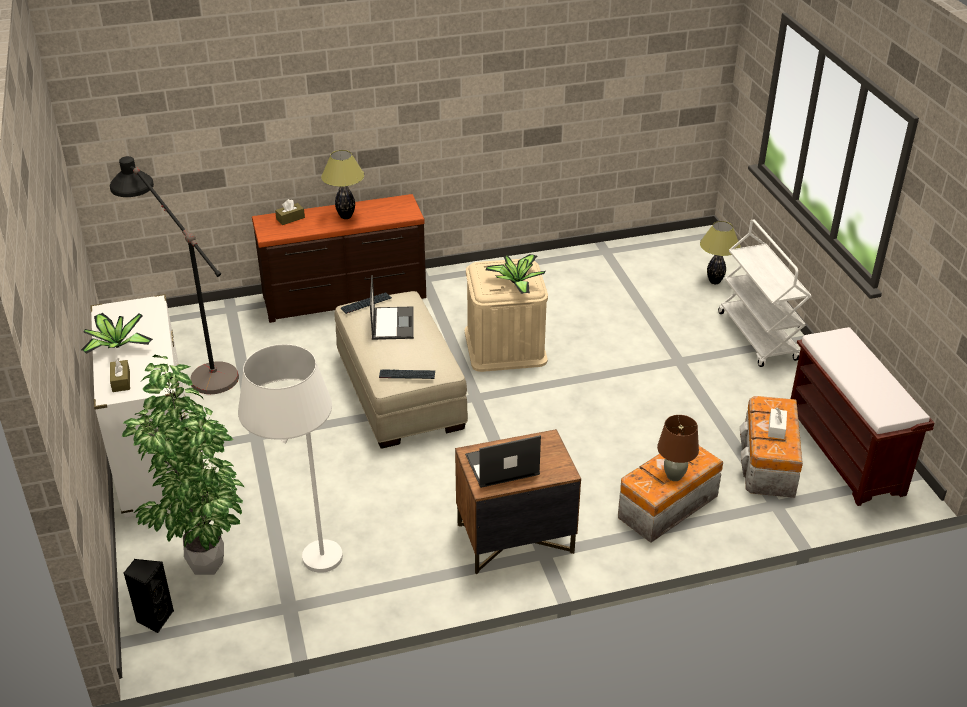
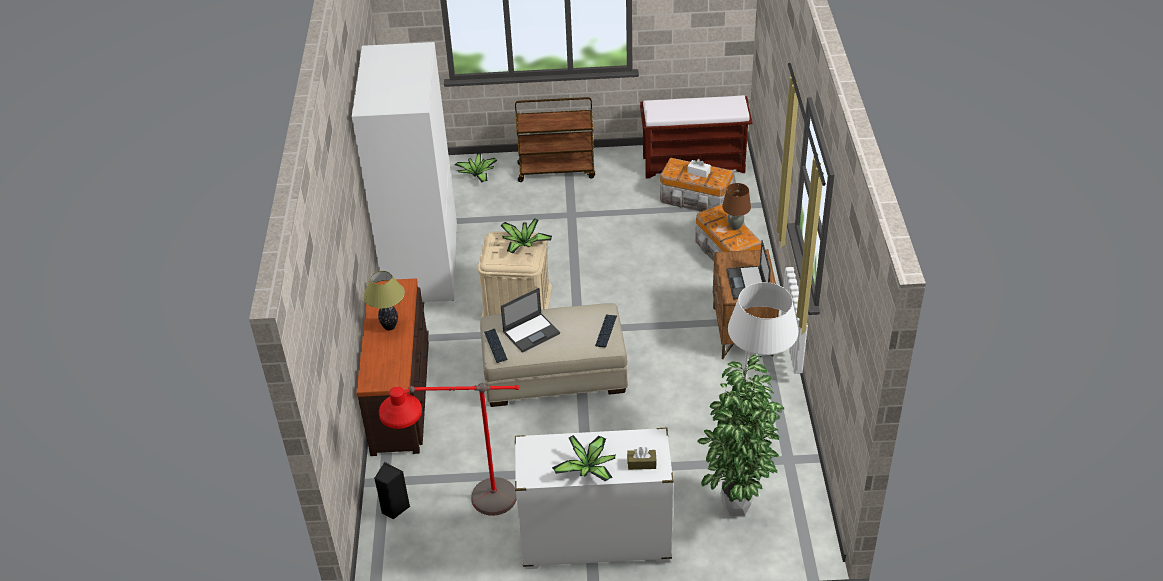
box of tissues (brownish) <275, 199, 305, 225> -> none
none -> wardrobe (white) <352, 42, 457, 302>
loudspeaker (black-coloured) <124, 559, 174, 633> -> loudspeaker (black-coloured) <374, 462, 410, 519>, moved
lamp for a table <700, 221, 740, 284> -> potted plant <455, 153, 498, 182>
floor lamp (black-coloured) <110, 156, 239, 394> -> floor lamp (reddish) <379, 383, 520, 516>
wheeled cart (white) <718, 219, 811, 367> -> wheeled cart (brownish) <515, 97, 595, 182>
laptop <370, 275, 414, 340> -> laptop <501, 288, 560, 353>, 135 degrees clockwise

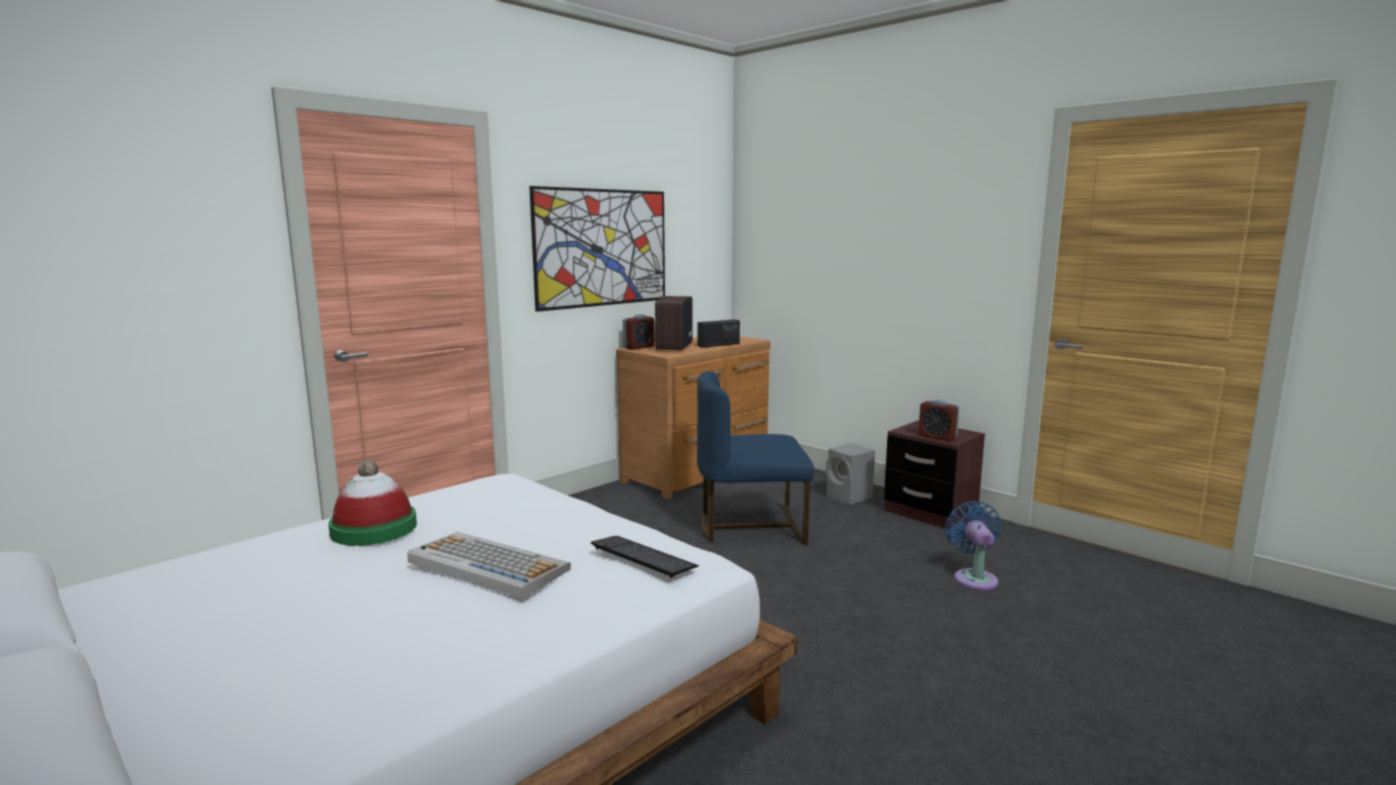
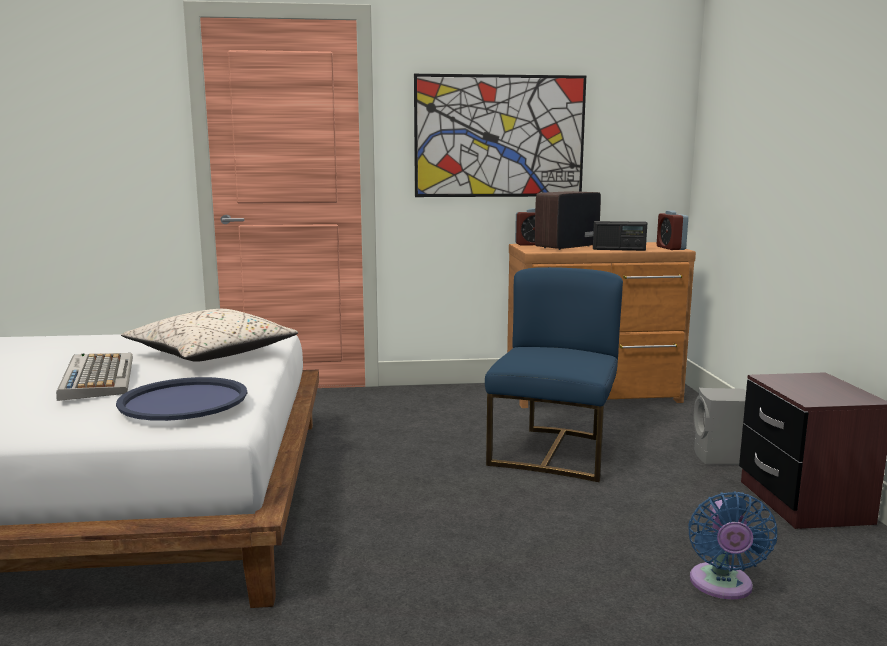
hat <329, 460, 417, 546> -> none
none -> pillow (beige) <121, 309, 298, 362>
alarm clock <918, 400, 960, 441> -> alarm clock <657, 210, 688, 250>, moved
keyboard <591, 536, 699, 578> -> serving tray (blue-coloured) <116, 377, 247, 421>
chair (blue-coloured) <697, 371, 814, 545> -> chair (blue-coloured) <485, 267, 623, 482>, 75 degrees clockwise
fan (blue-coloured) <945, 501, 1002, 590> -> fan (blue-coloured) <688, 492, 777, 600>, 150 degrees clockwise

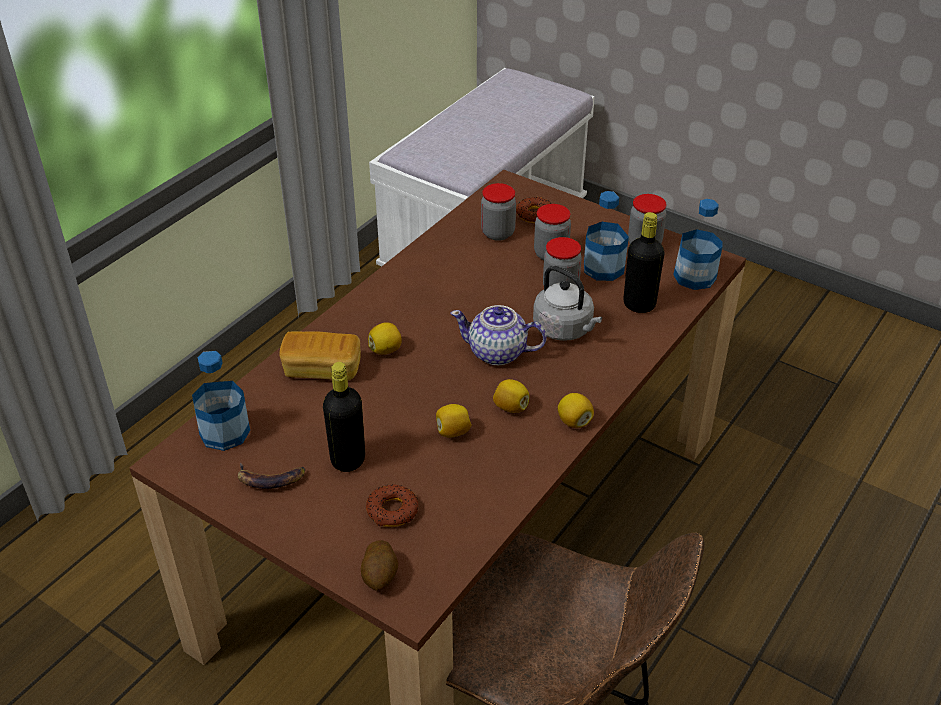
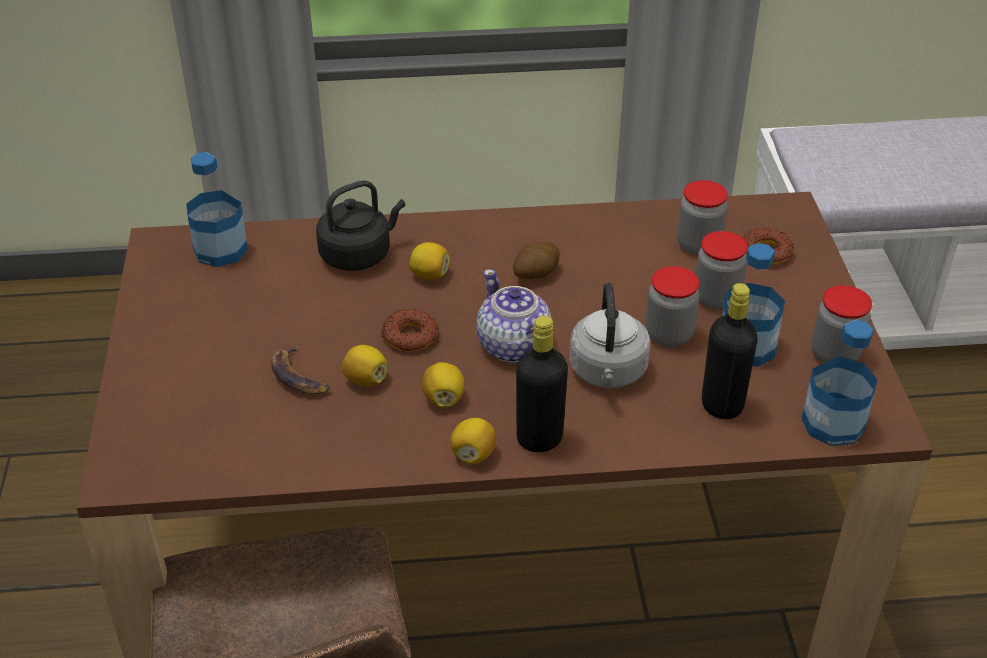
banana fruit <238, 463, 305, 489> -> banana fruit <271, 345, 330, 394>, moved
beverage bottle (black-coloured) <323, 362, 365, 472> -> beverage bottle (black-coloured) <516, 316, 568, 452>, moved
spud <361, 540, 398, 591> -> spud <513, 242, 560, 279>, moved
doughnut <366, 485, 418, 527> -> doughnut <381, 308, 439, 351>, moved
baked bread <279, 331, 361, 380> -> water kettle (black-coloured) <316, 180, 405, 271>

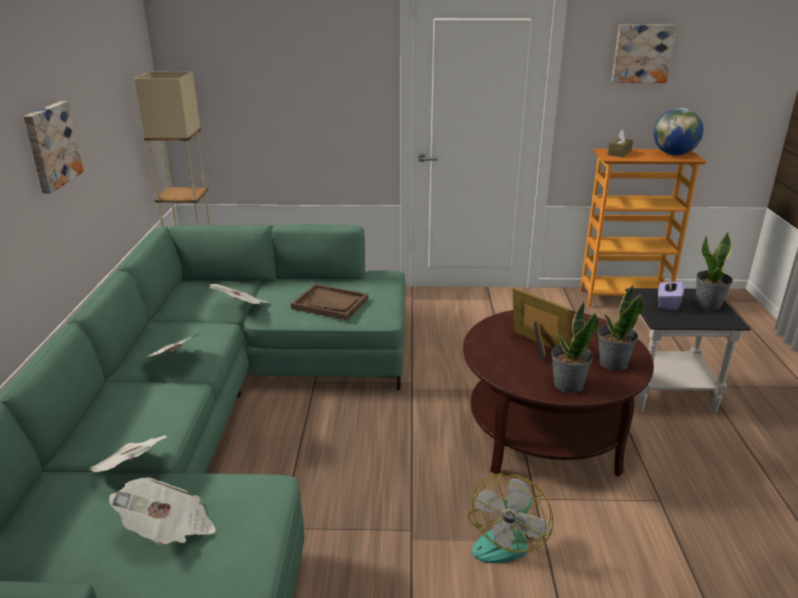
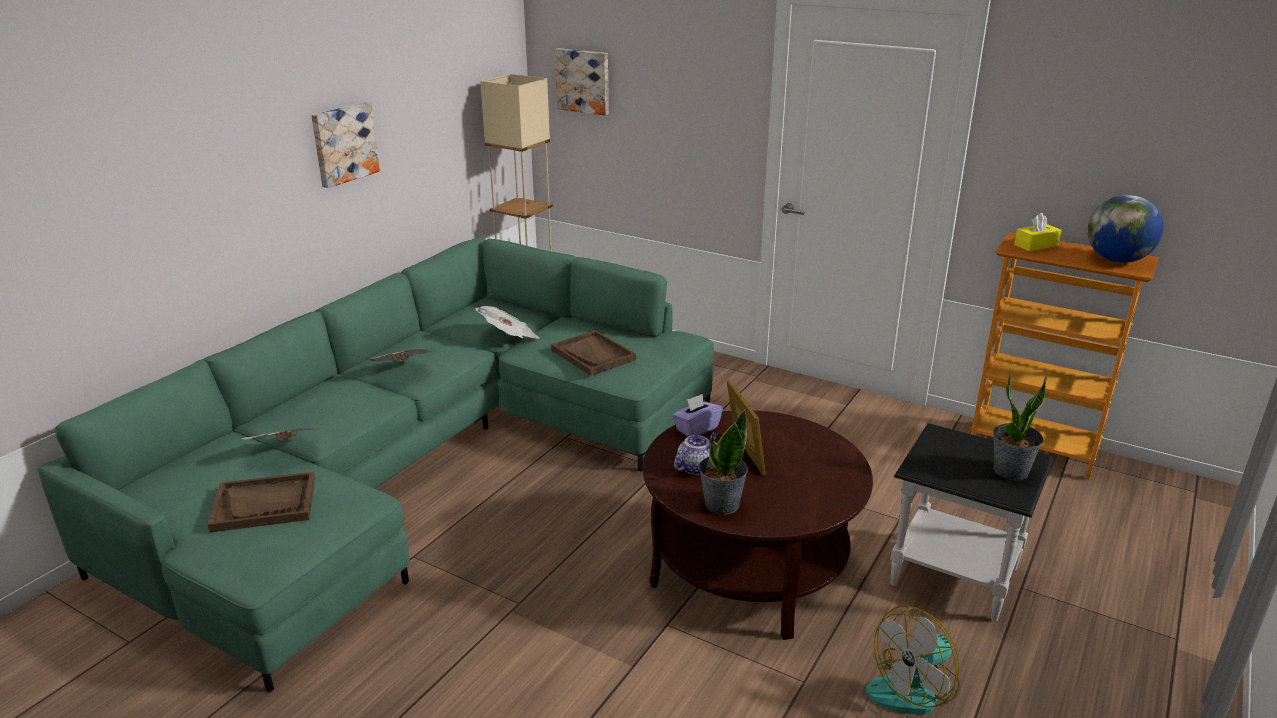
potted plant <598, 284, 644, 371> -> none
none -> teapot <674, 432, 718, 475>
fan <468, 473, 553, 563> -> fan <866, 605, 960, 715>, moved
wall art <611, 25, 676, 83> -> wall art <555, 48, 609, 116>, moved
box of tissues (purple) <658, 277, 684, 311> -> box of tissues (purple) <672, 394, 723, 437>, moved
daily paper <109, 477, 216, 545> -> serving tray (brownish) <207, 472, 315, 533>
box of tissues (brownish) <608, 130, 633, 157> -> box of tissues (yellowish) <1014, 213, 1062, 251>

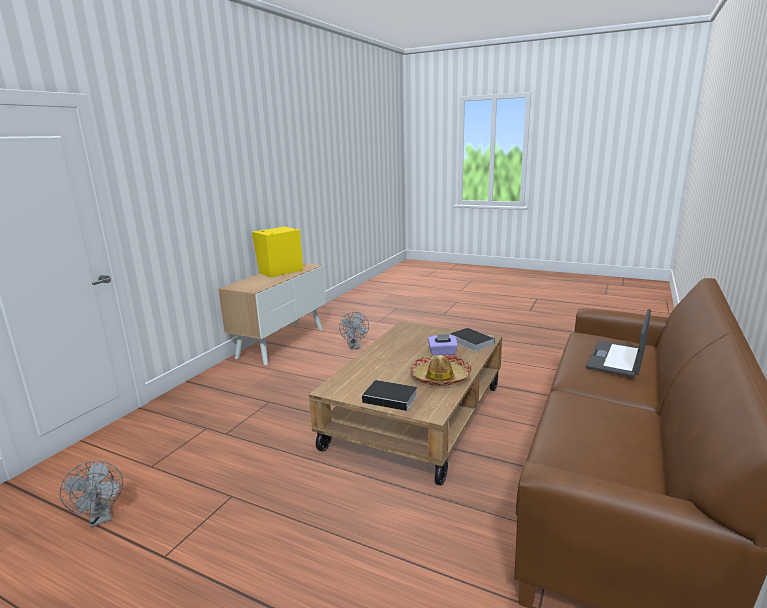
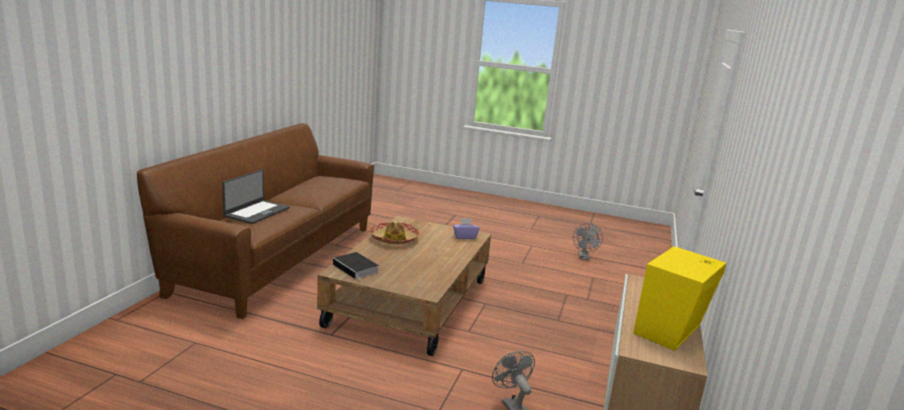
book <362, 380, 417, 411> -> none
box of tissues (purple) <428, 334, 458, 355> -> box of tissues (purple) <453, 218, 480, 239>, moved
fan (grey) <60, 461, 123, 527> -> fan (grey) <573, 223, 603, 260>, 135 degrees counterclockwise

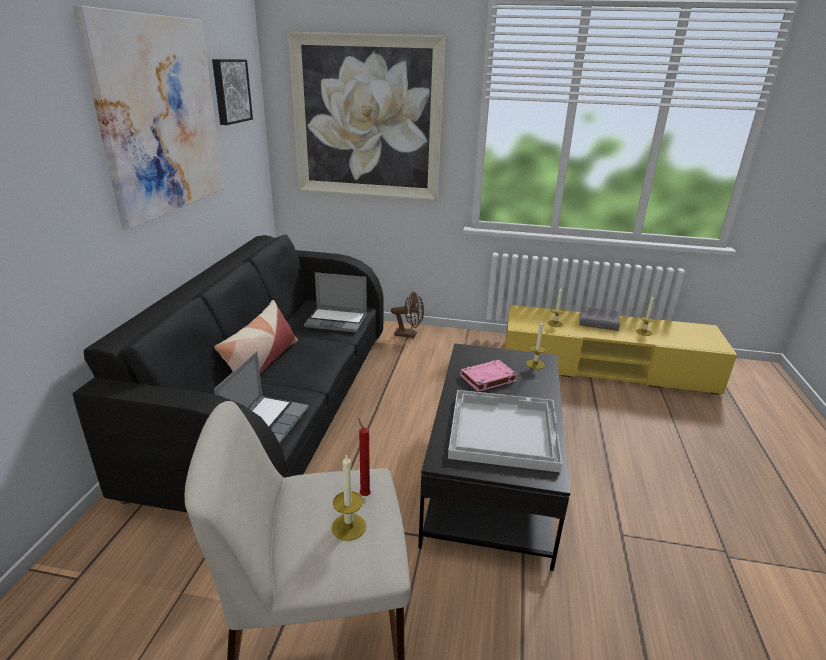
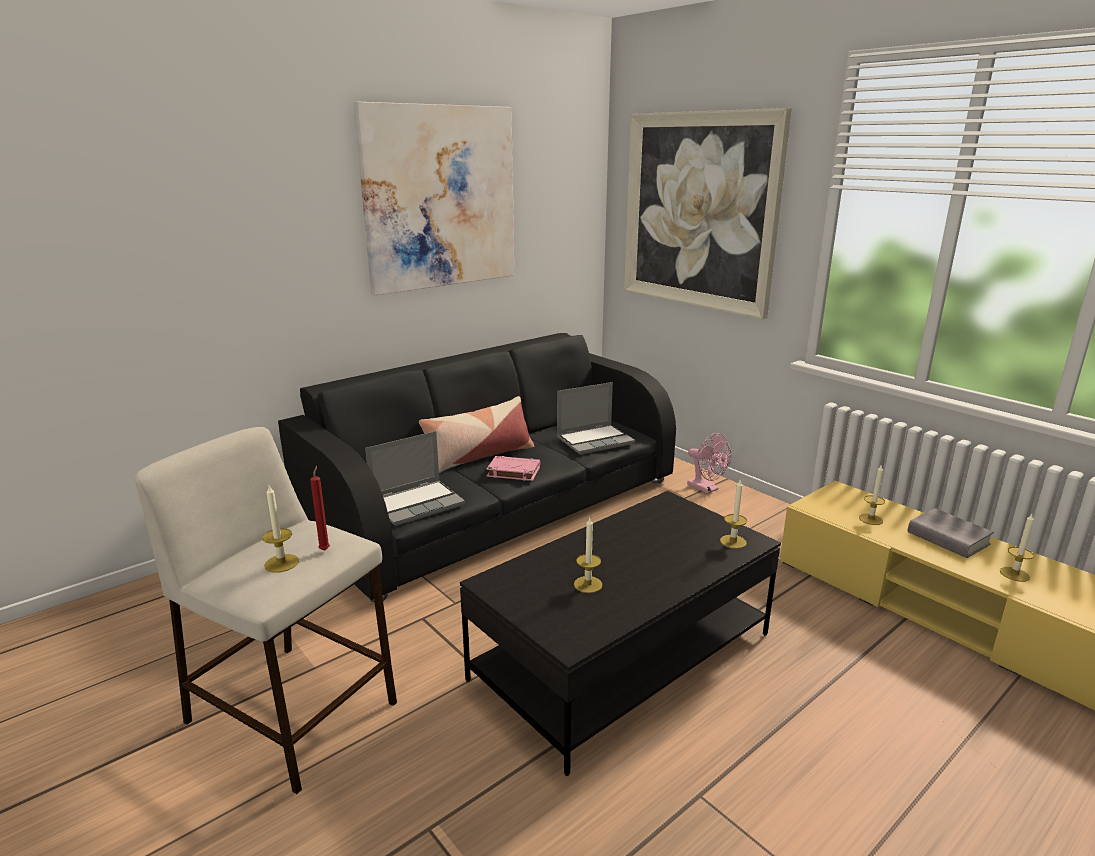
wall art <212, 59, 253, 125> -> none
book (pinkish) <460, 360, 517, 392> -> book (pinkish) <487, 456, 540, 481>, moved
serving tray (white) <448, 390, 562, 472> -> candle <574, 518, 602, 593>
fan (brownish) <391, 291, 424, 338> -> fan (pinkish) <687, 433, 731, 494>
laptop <304, 272, 367, 332> -> laptop <557, 382, 635, 455>, 75 degrees counterclockwise

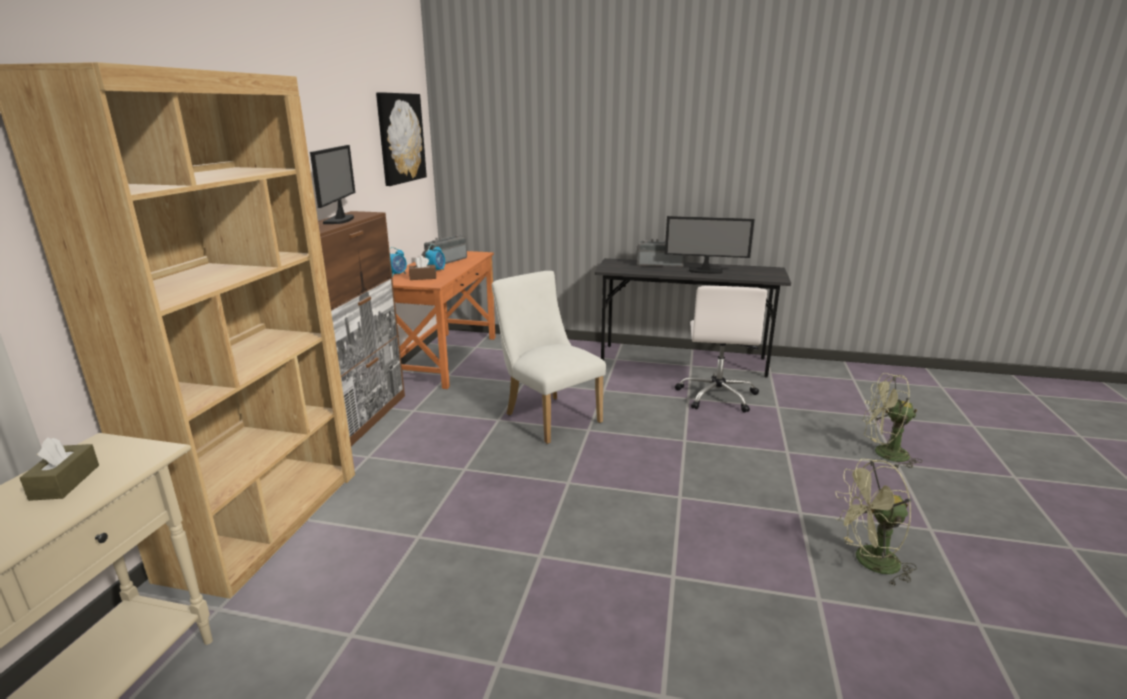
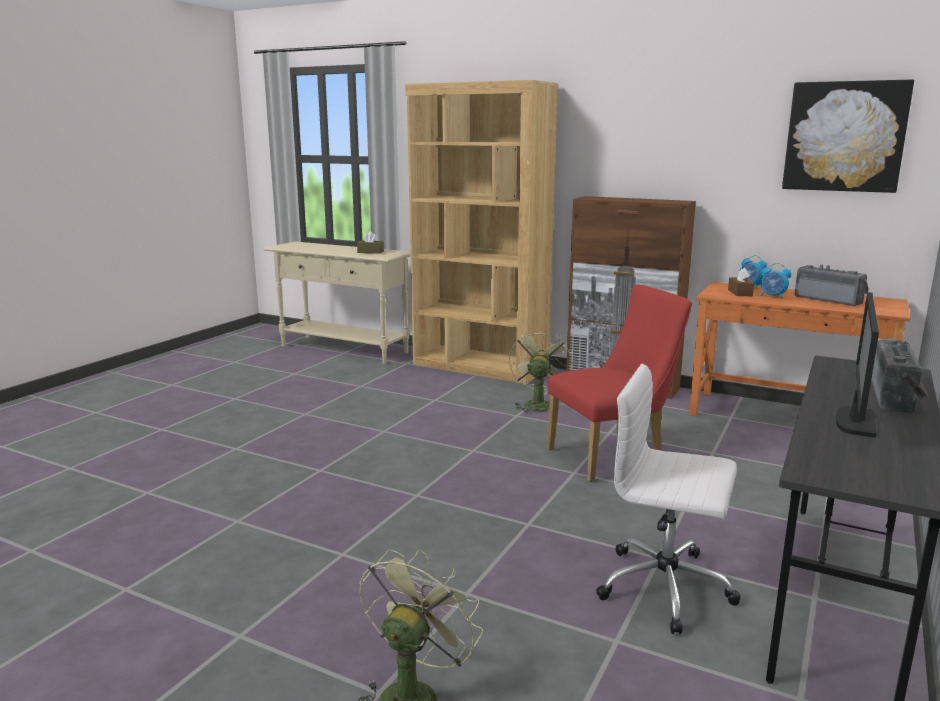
computer screen <310, 145, 355, 224> -> none
fan (green-coloured) <835, 459, 917, 586> -> fan (green-coloured) <509, 329, 573, 414>, moved
chair (white) <492, 271, 606, 444> -> chair (reddish) <547, 285, 692, 482>

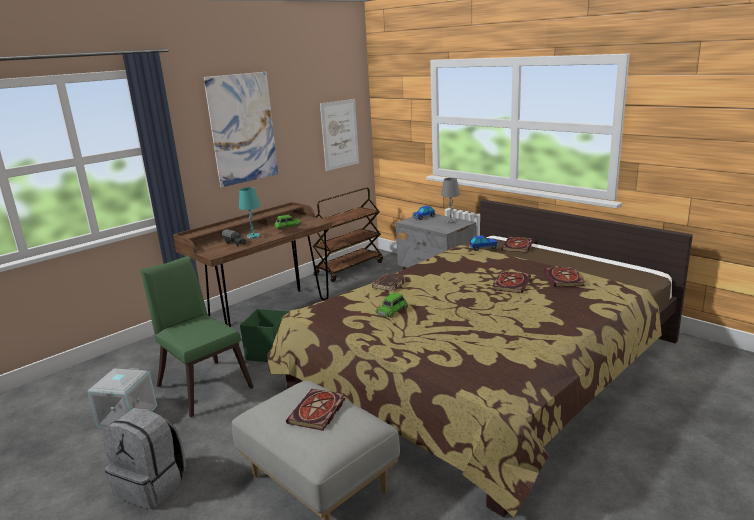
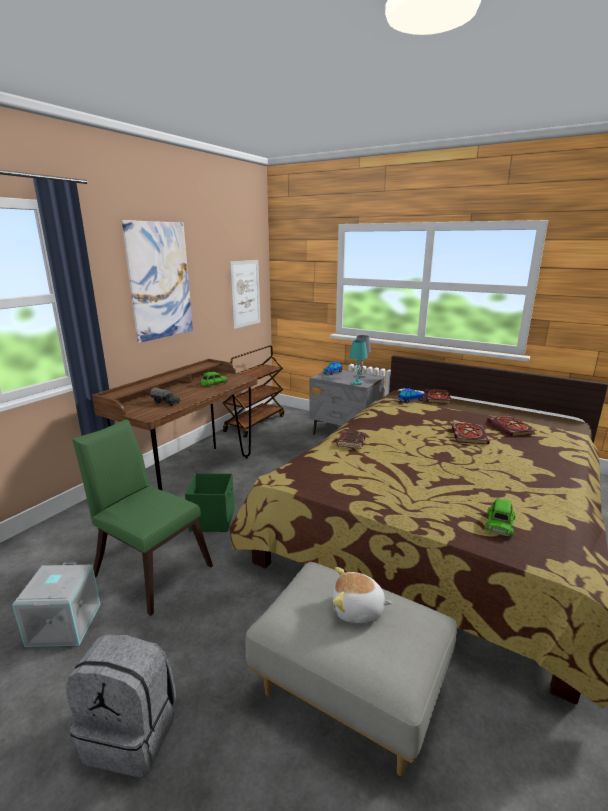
lamp for a table (turquoise-coloured) <239, 187, 260, 239> -> lamp for a table (turquoise-coloured) <349, 340, 368, 385>, moved
miniature car (green-coloured) <375, 292, 408, 318> -> miniature car (green-coloured) <485, 498, 515, 536>, moved
book <286, 389, 346, 431> -> plush toy <333, 567, 392, 623>

